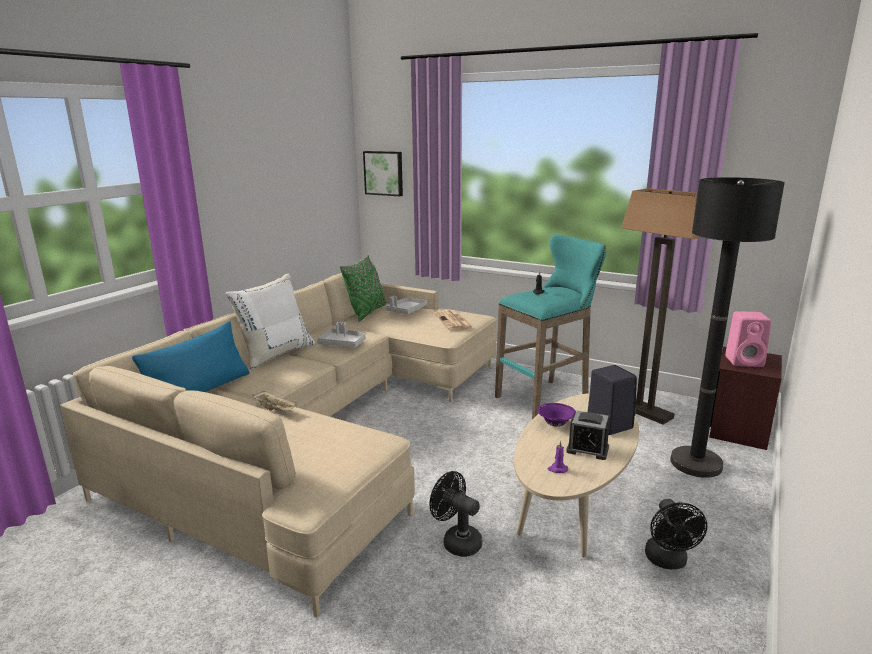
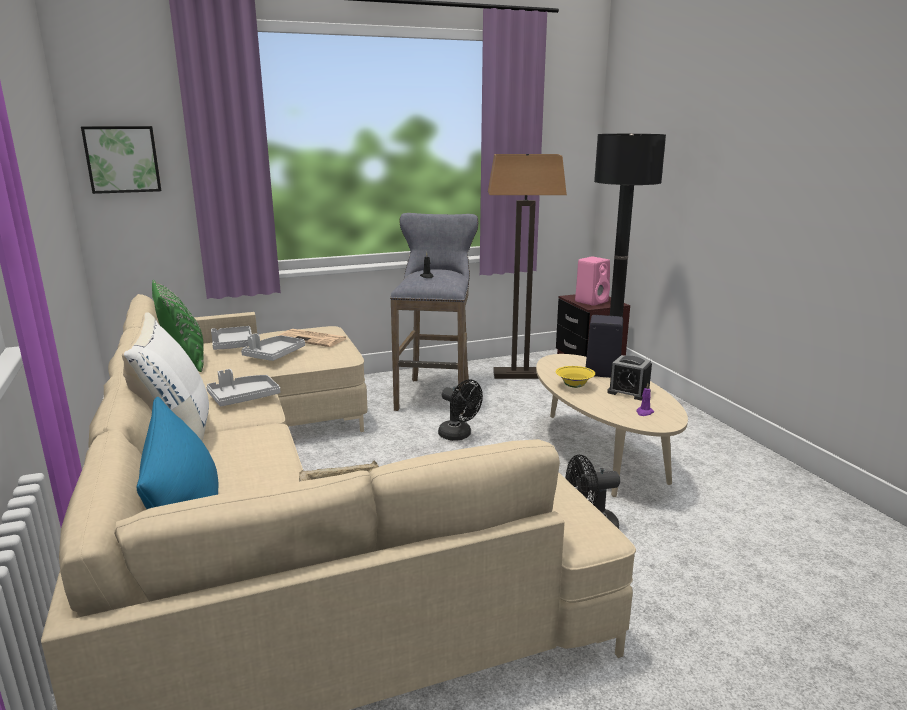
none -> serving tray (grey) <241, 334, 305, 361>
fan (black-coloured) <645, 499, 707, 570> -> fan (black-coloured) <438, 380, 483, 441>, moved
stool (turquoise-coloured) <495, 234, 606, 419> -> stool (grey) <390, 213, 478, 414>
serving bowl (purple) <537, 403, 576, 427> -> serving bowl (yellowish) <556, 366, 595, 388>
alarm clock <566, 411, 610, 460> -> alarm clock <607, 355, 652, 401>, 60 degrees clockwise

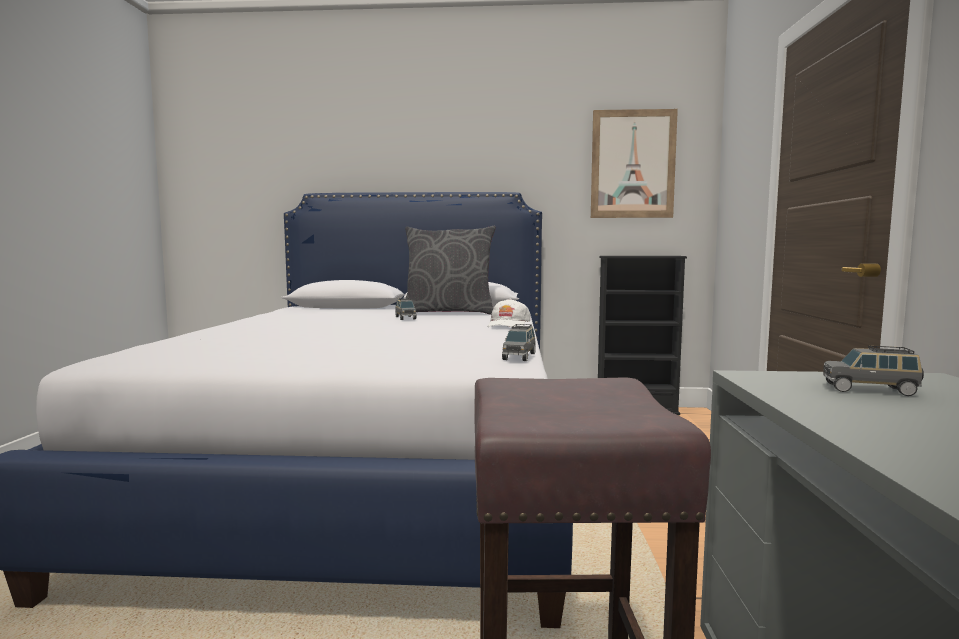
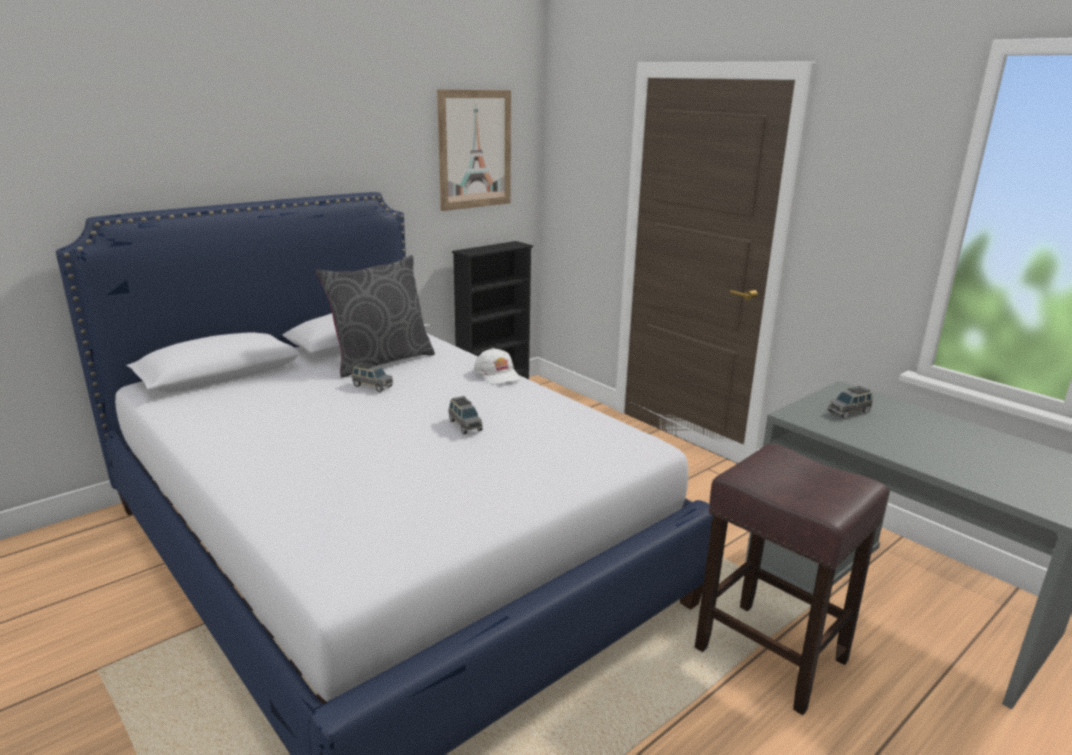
miniature car (grey) <502, 324, 536, 361> -> miniature car (grey) <449, 396, 483, 435>, moved

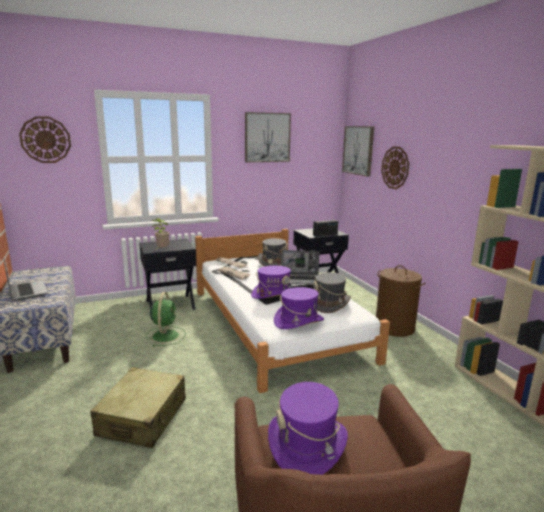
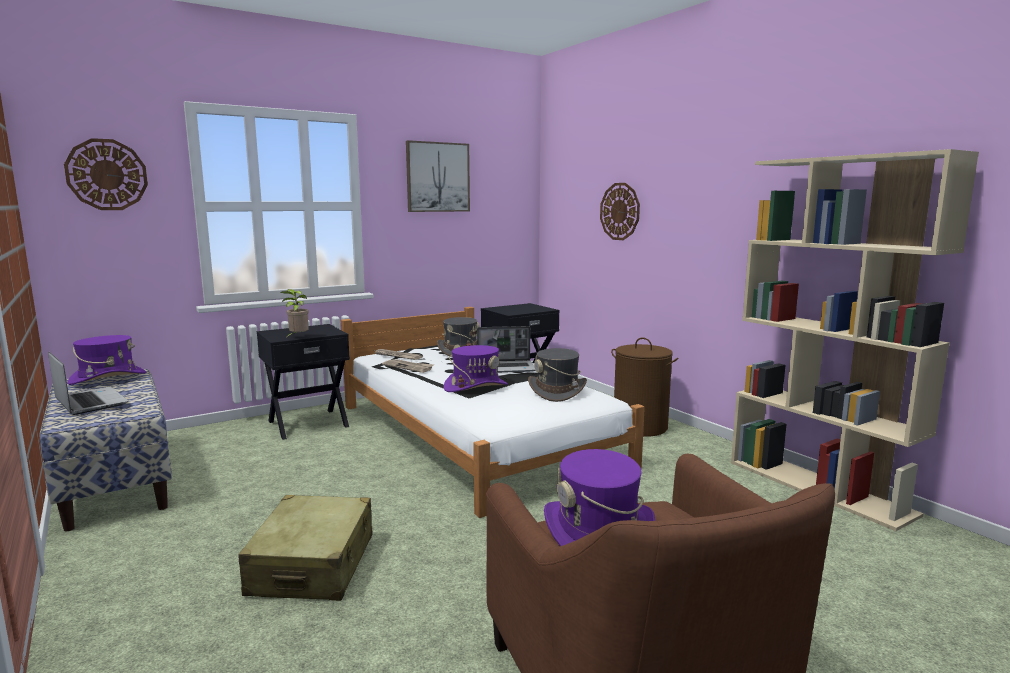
fan (green-coloured) <146, 292, 186, 347> -> none
radio set <313, 220, 338, 236> -> none
wall art <342, 126, 374, 177> -> none
hat (purple) <274, 287, 324, 329> -> hat (purple) <67, 335, 146, 385>, moved

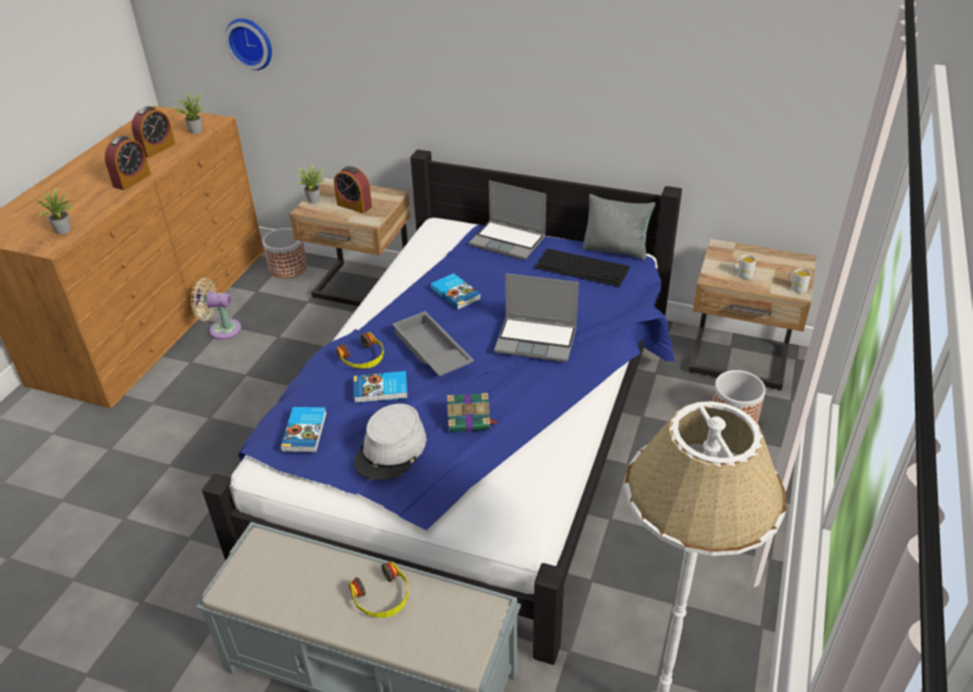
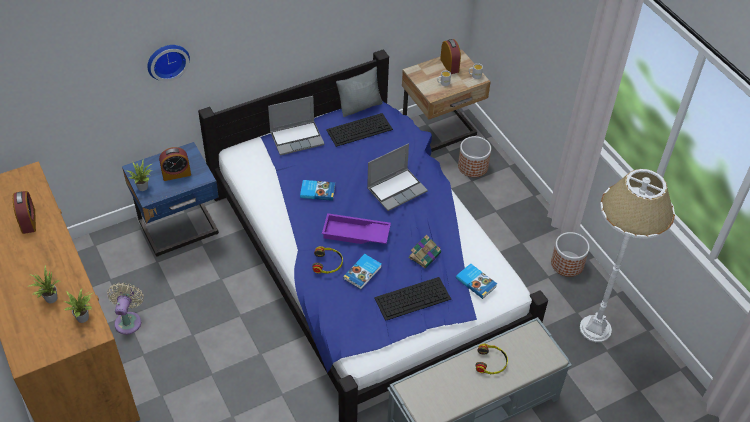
alarm clock <105, 136, 151, 190> -> alarm clock <440, 39, 461, 74>, moved
potted plant <172, 93, 204, 134> -> potted plant <28, 265, 60, 303>, moved
clock on the wall <225, 18, 272, 70> -> clock on the wall <148, 45, 190, 82>, moved
flower pot <263, 228, 307, 278> -> flower pot <551, 232, 590, 277>, moved
book <280, 407, 327, 453> -> book <456, 263, 497, 299>, moved
hat (grey) <354, 404, 426, 480> -> keyboard <374, 277, 451, 321>
night table (beige) <290, 178, 410, 306> -> night table (blue-coloured) <122, 142, 219, 257>
serving tray (grey) <392, 311, 474, 376> -> serving tray (purple) <322, 213, 391, 244>
fan (beige) <191, 278, 242, 340> -> fan (beige) <107, 283, 144, 335>, 135 degrees clockwise

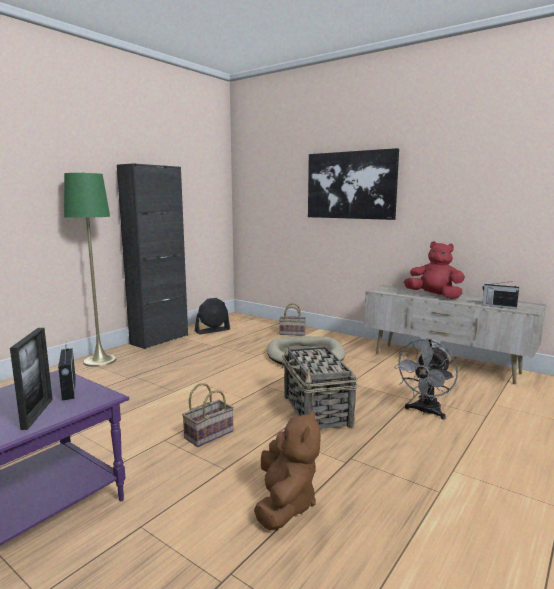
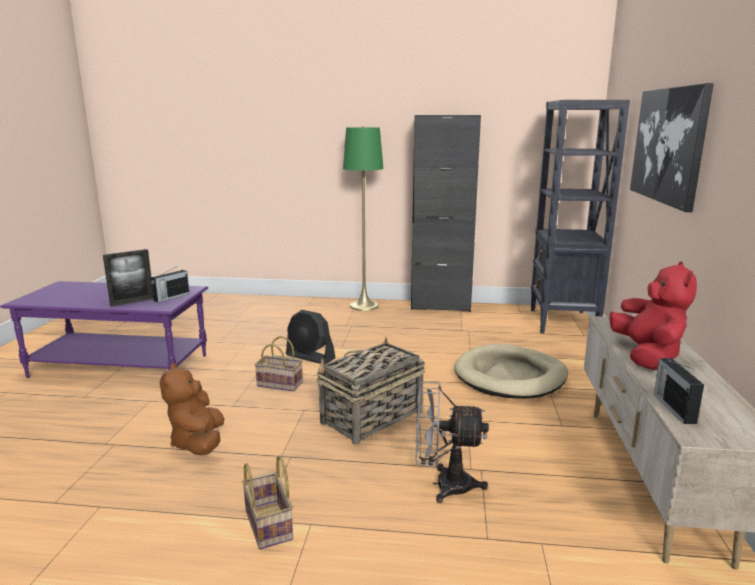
none -> shelving unit (black-coloured) <531, 100, 630, 334>
fan (black-coloured) <195, 298, 230, 334> -> fan (black-coloured) <286, 310, 336, 365>, moved
storage basket <279, 303, 306, 336> -> storage basket <242, 455, 293, 549>, moved
plush toy (brownish) <254, 410, 321, 530> -> plush toy (brownish) <160, 363, 224, 455>, 105 degrees clockwise

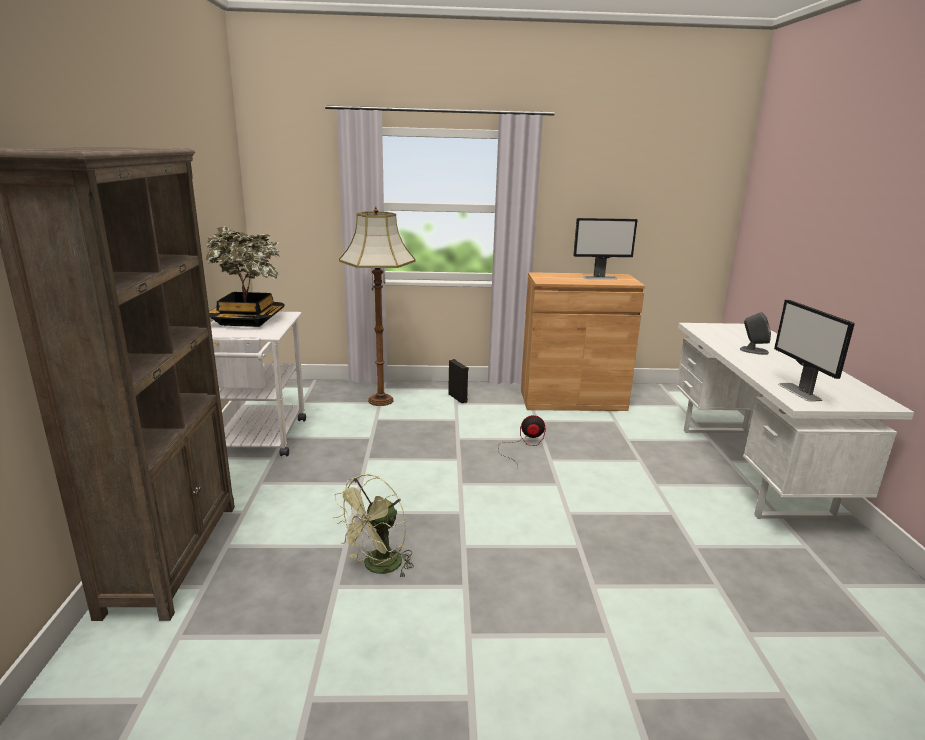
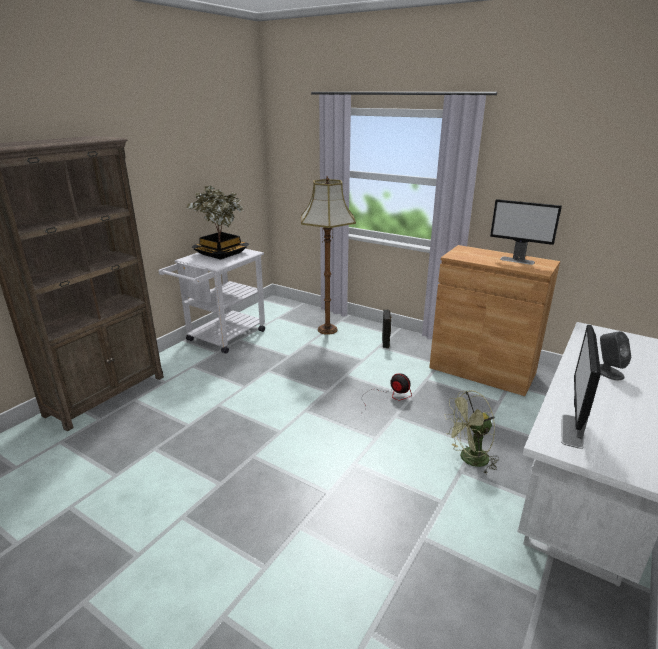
fan (green-coloured) <332, 474, 414, 579> -> fan (green-coloured) <444, 390, 499, 474>, moved

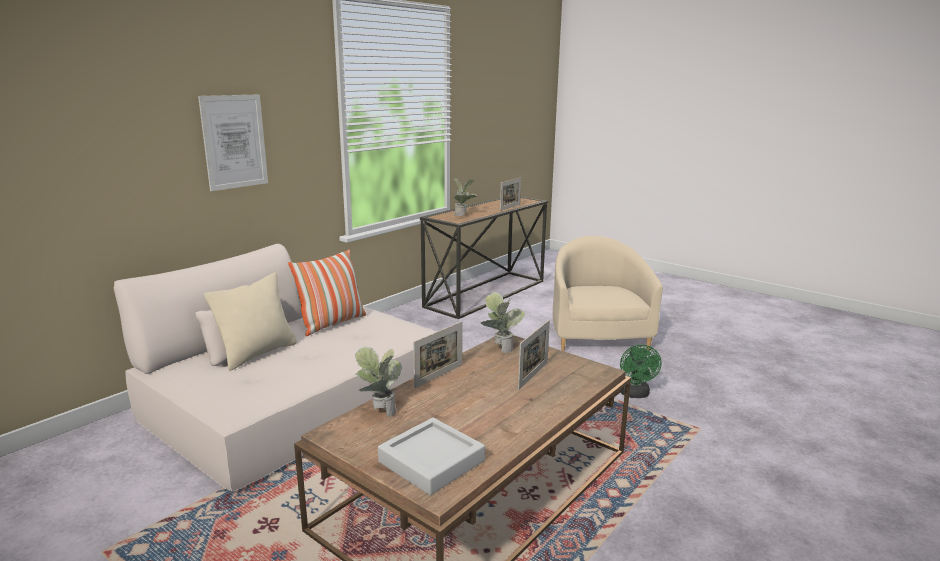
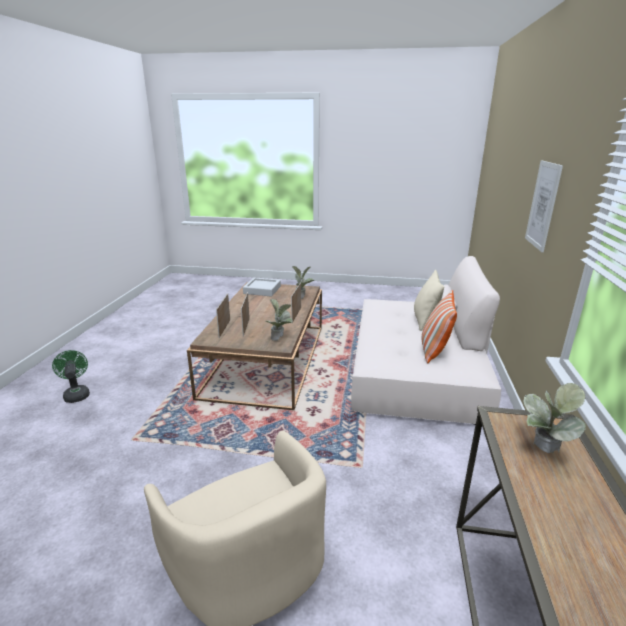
photo frame <500, 178, 521, 211> -> photo frame <216, 293, 230, 338>, moved
fan (green-coloured) <620, 345, 661, 398> -> fan (green-coloured) <52, 350, 90, 403>, moved

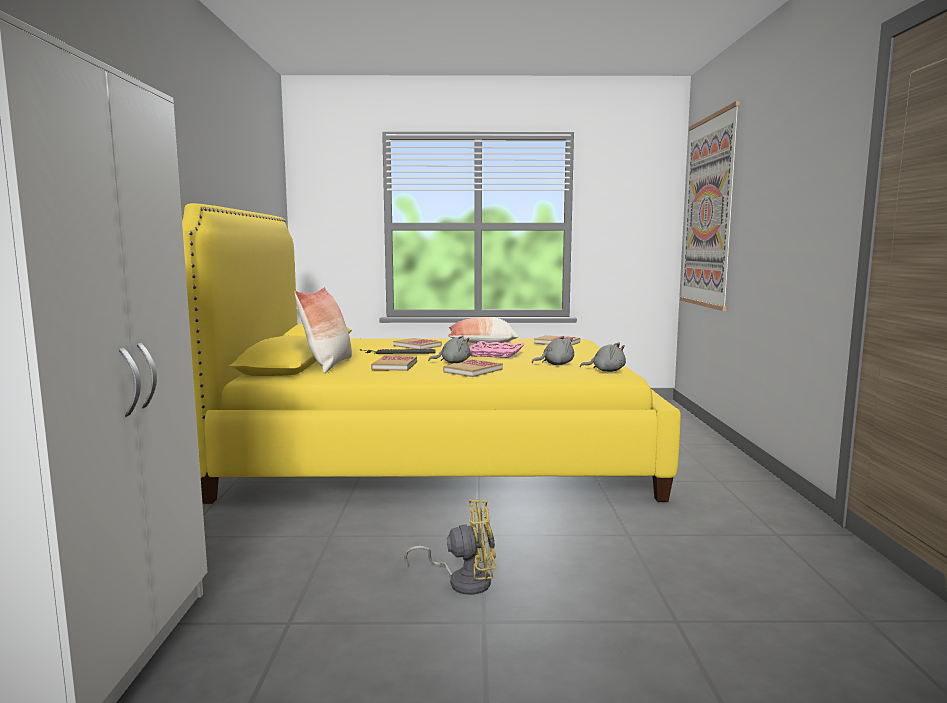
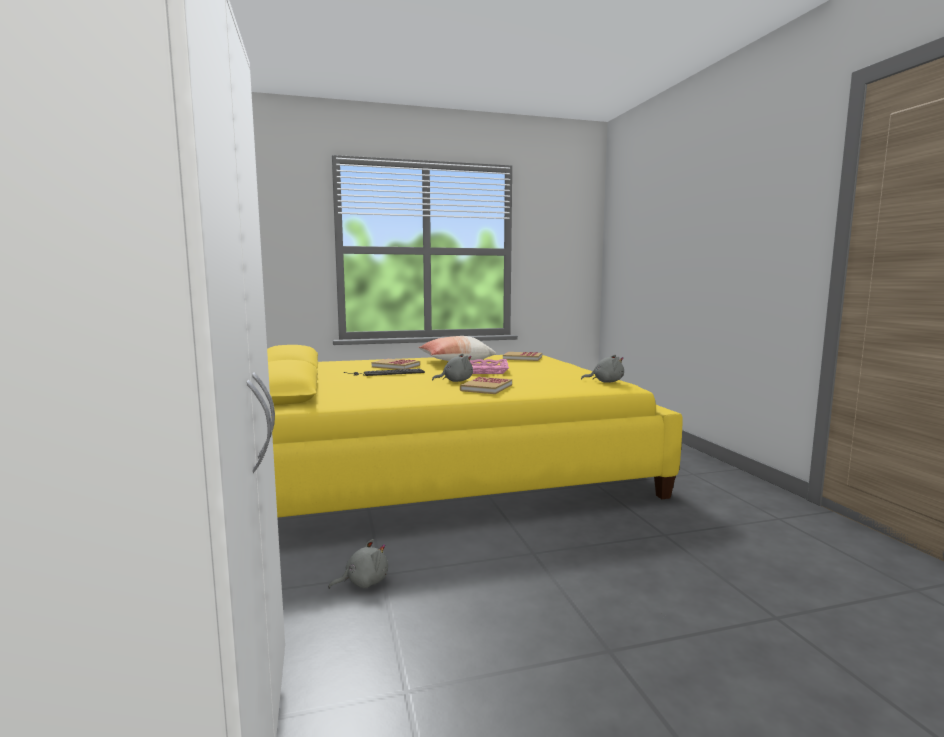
pillow <294, 287, 352, 373> -> none
book <371, 356, 417, 371> -> none
fan (yellowish) <404, 499, 496, 595> -> none
wall art <680, 101, 740, 311> -> none
plush toy (grey) <532, 336, 574, 365> -> plush toy (grey) <328, 539, 388, 589>, moved

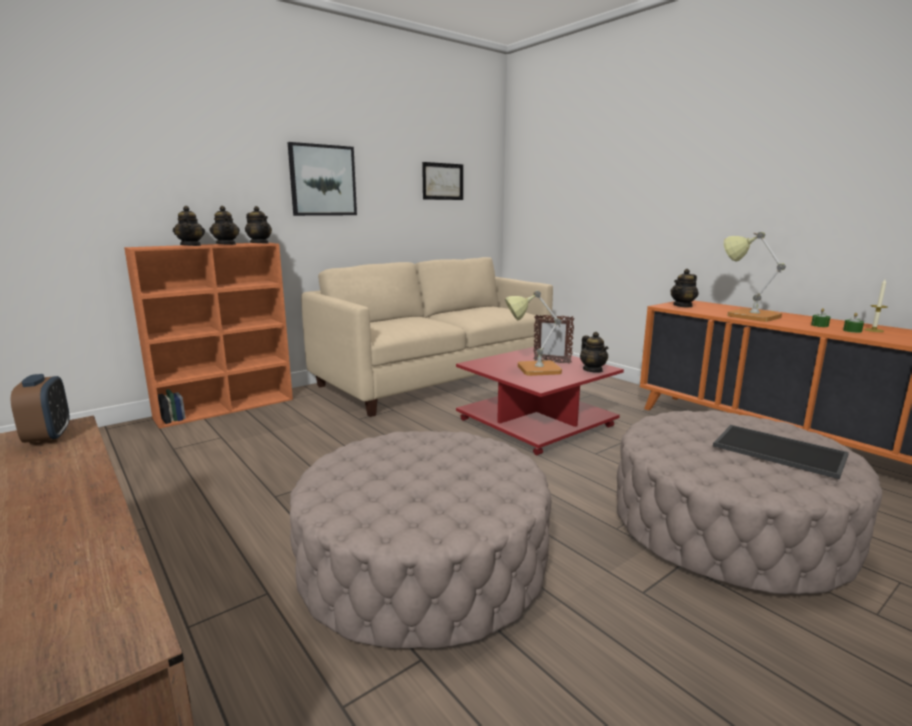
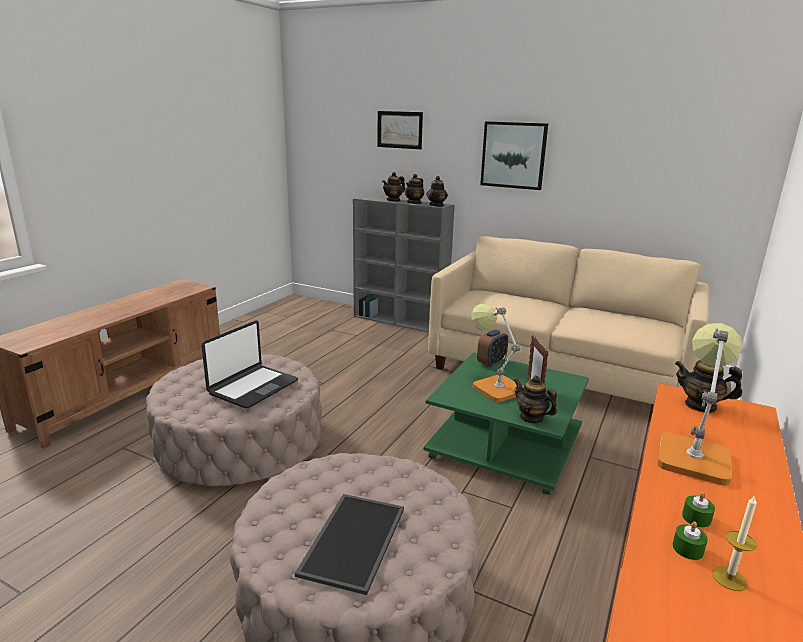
none -> laptop <201, 321, 298, 408>
alarm clock <11, 374, 69, 445> -> alarm clock <477, 329, 508, 368>, moved
wall art <422, 162, 463, 200> -> wall art <377, 111, 423, 149>, moved
shelving unit (orange-coloured) <124, 242, 293, 429> -> shelving unit (grey) <353, 196, 455, 332>
lounge table (reddish) <456, 347, 624, 455> -> lounge table (green-coloured) <424, 352, 589, 495>
teapot <580, 332, 609, 373> -> teapot <514, 375, 557, 424>, 90 degrees clockwise

